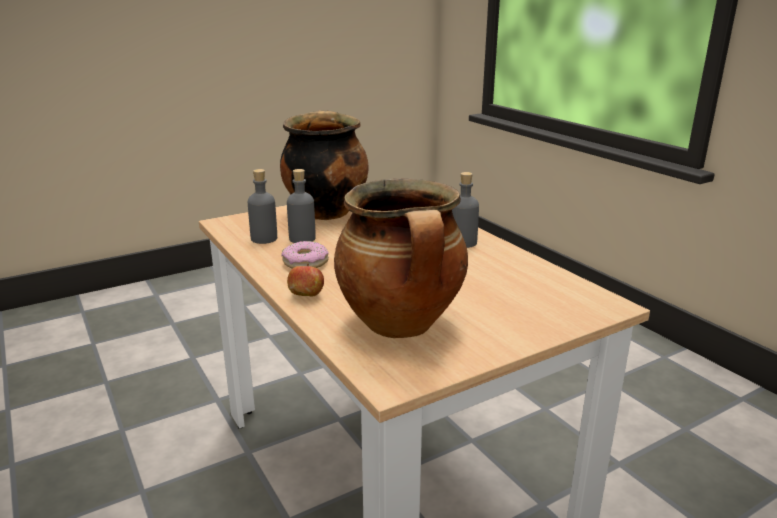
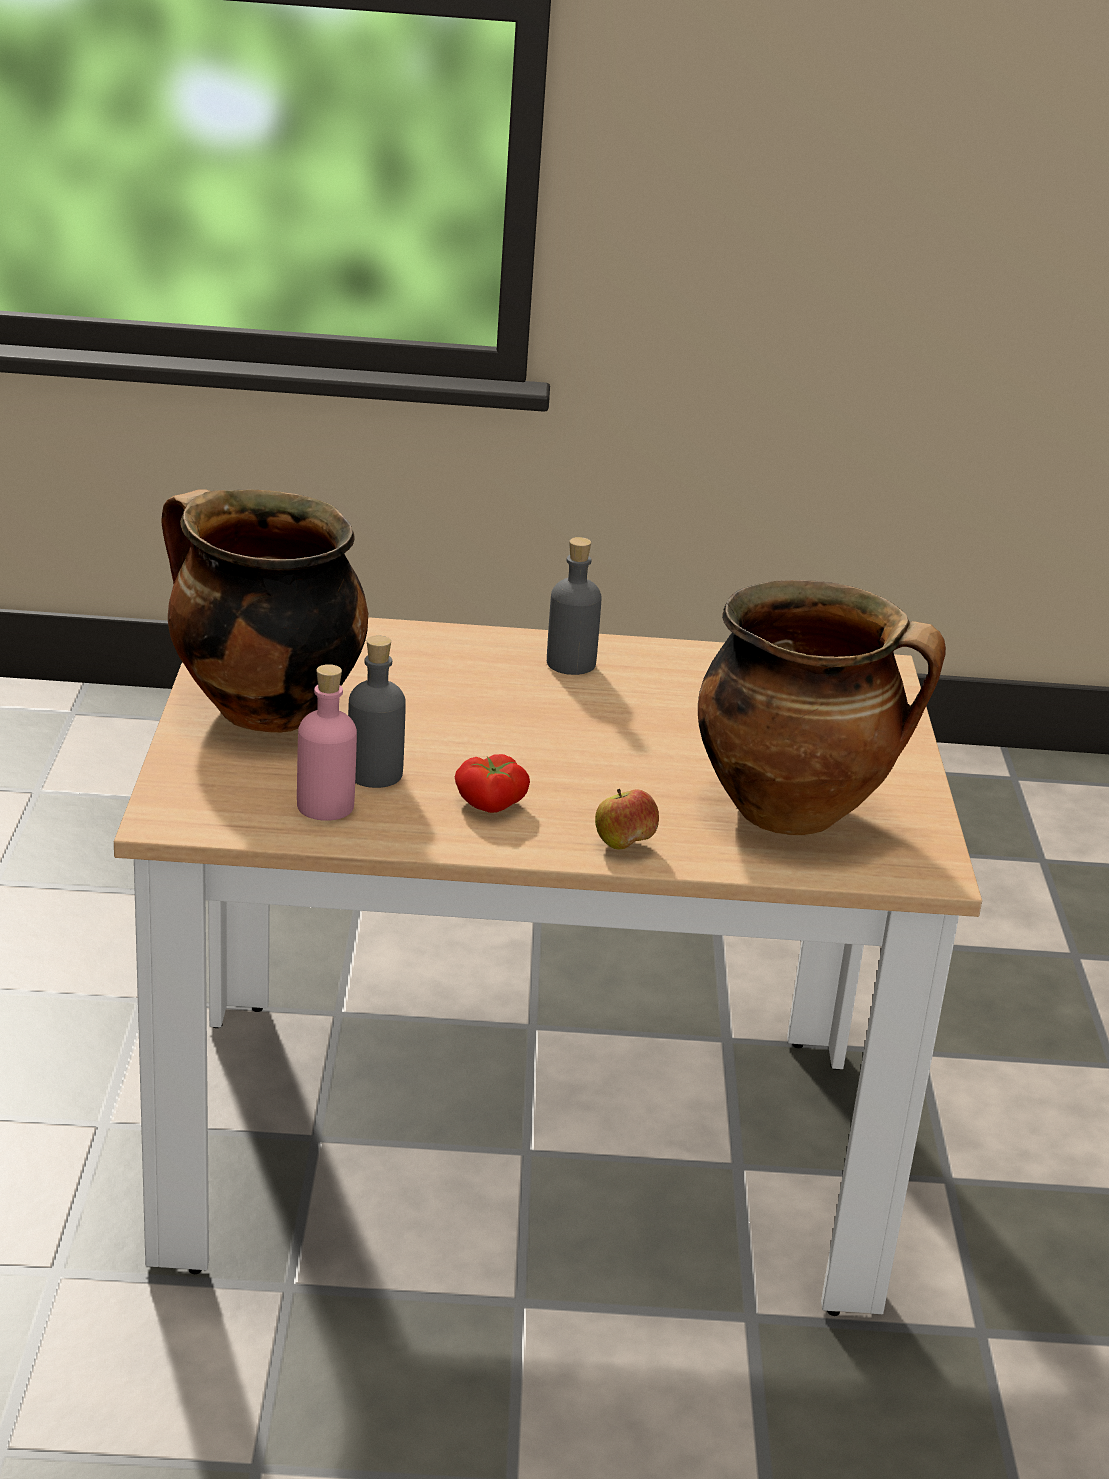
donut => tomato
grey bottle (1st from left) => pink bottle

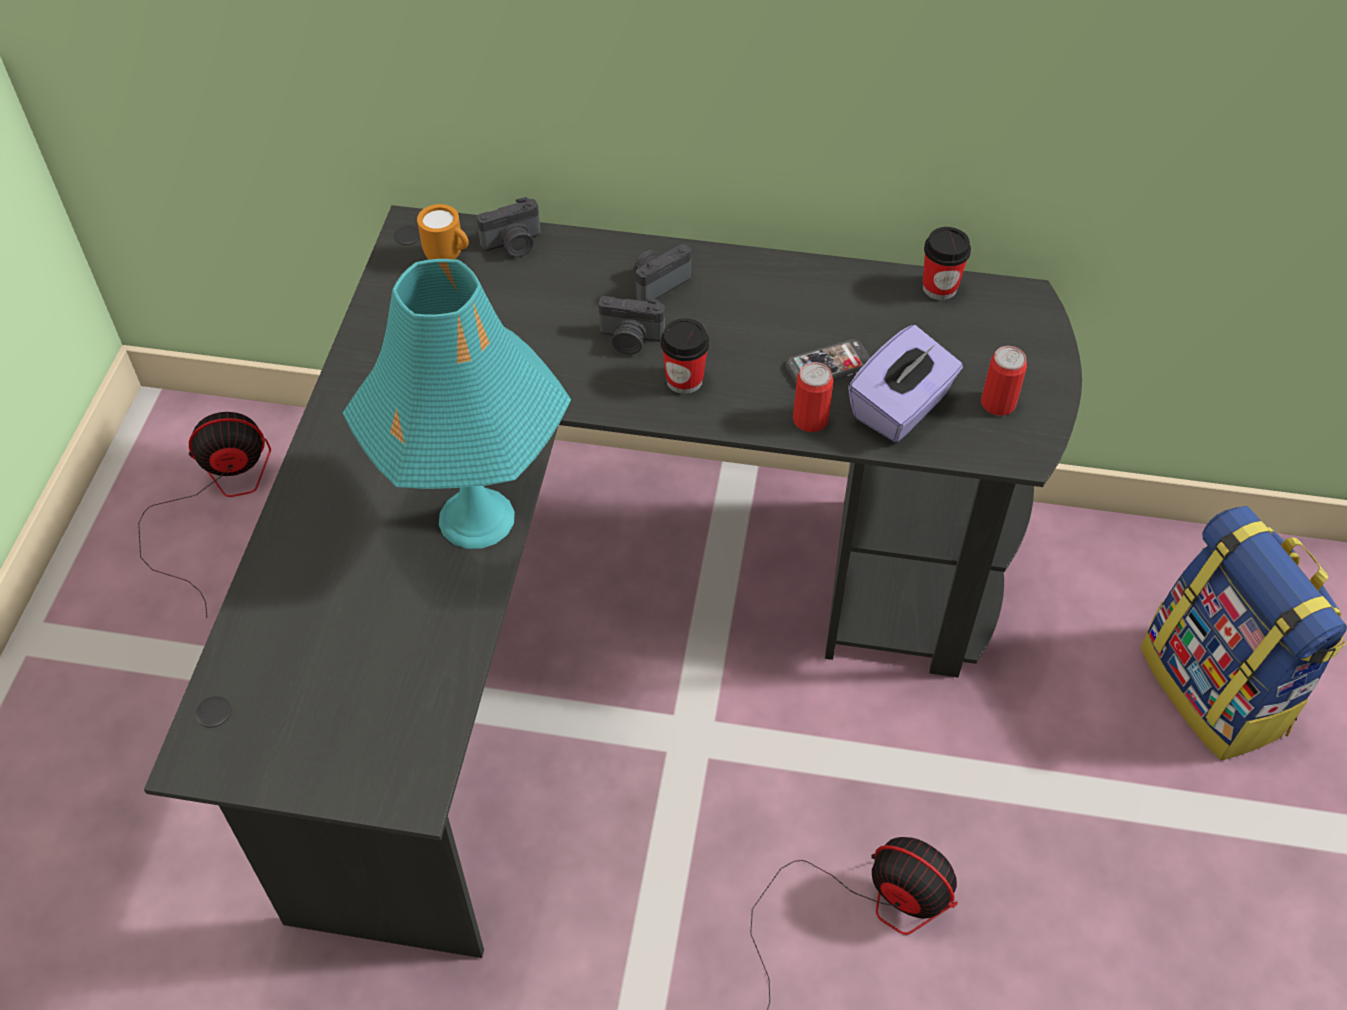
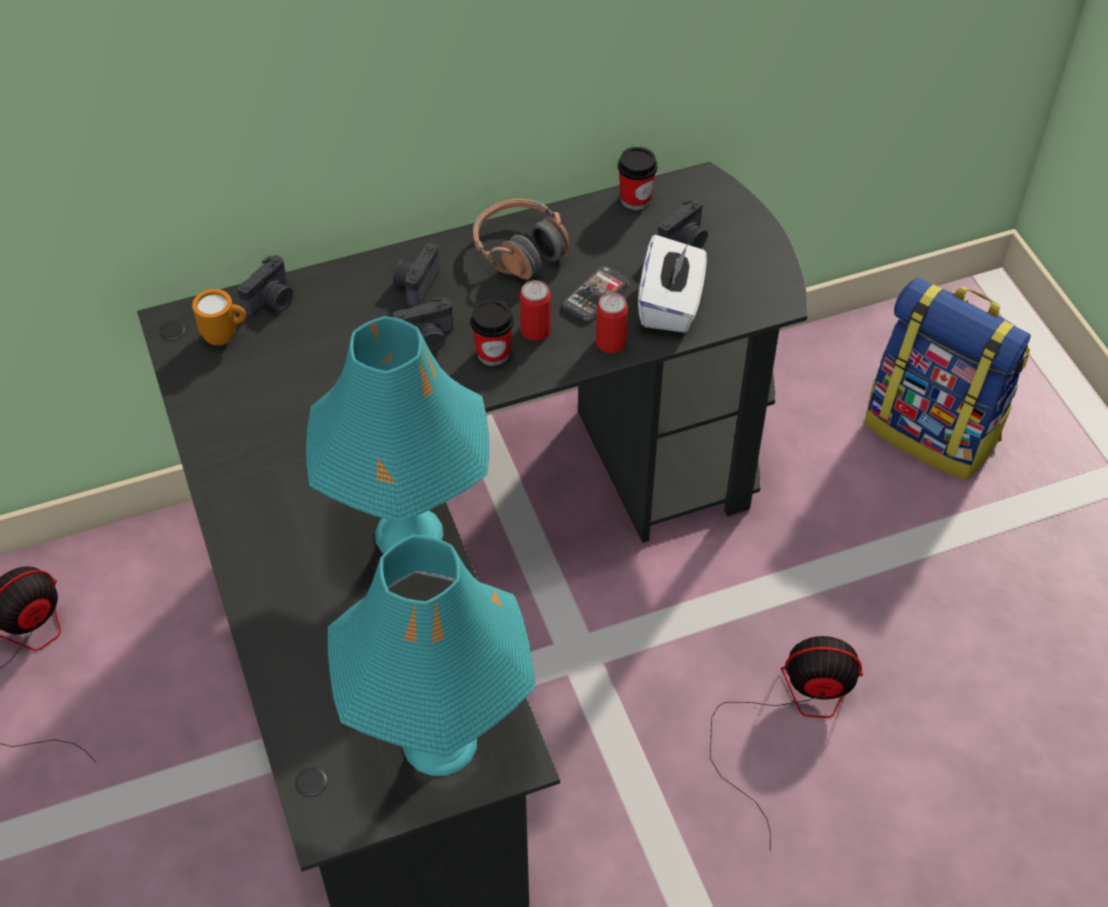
nothing => turquoise table lamp (2nd from left)
nothing => headphones
nothing => photo camera (4th from left)
can (2nd from left in the first image) => can (1st from left), moved
purple tissue box => white tissue box

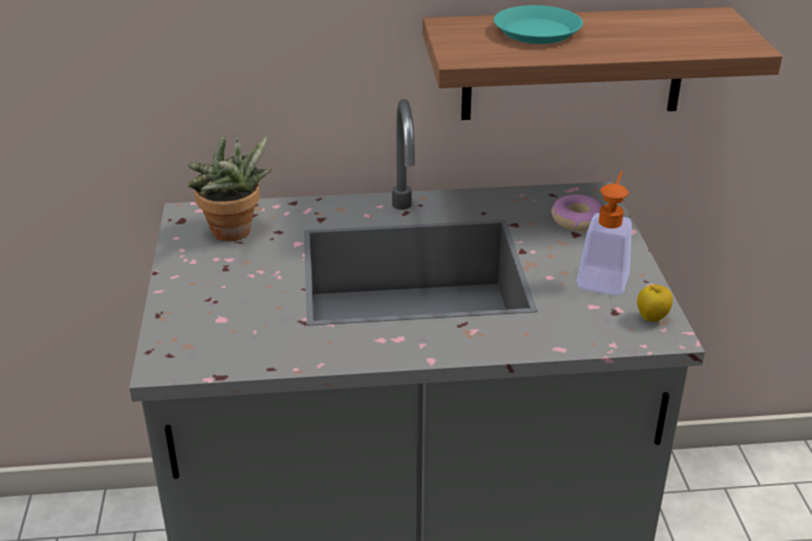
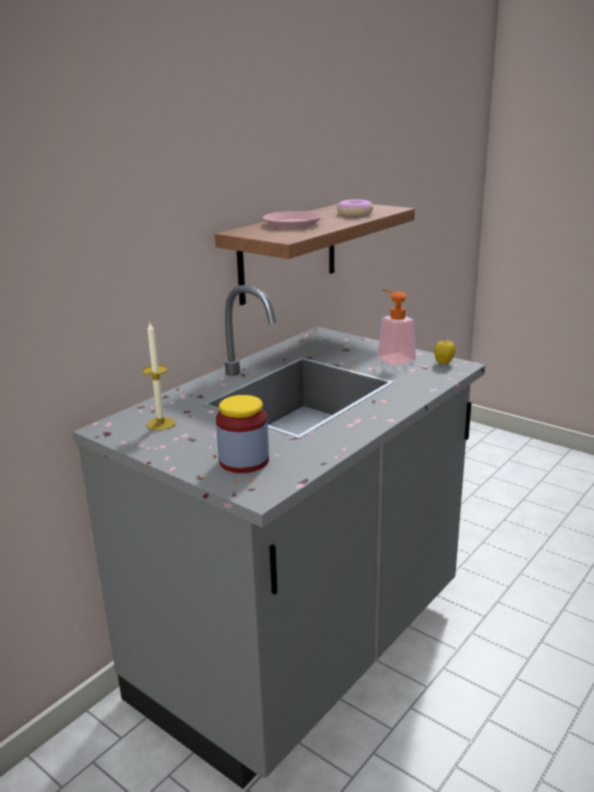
nothing => jar
donut, moved
potted plant => candle
turquoise plate => pink plate

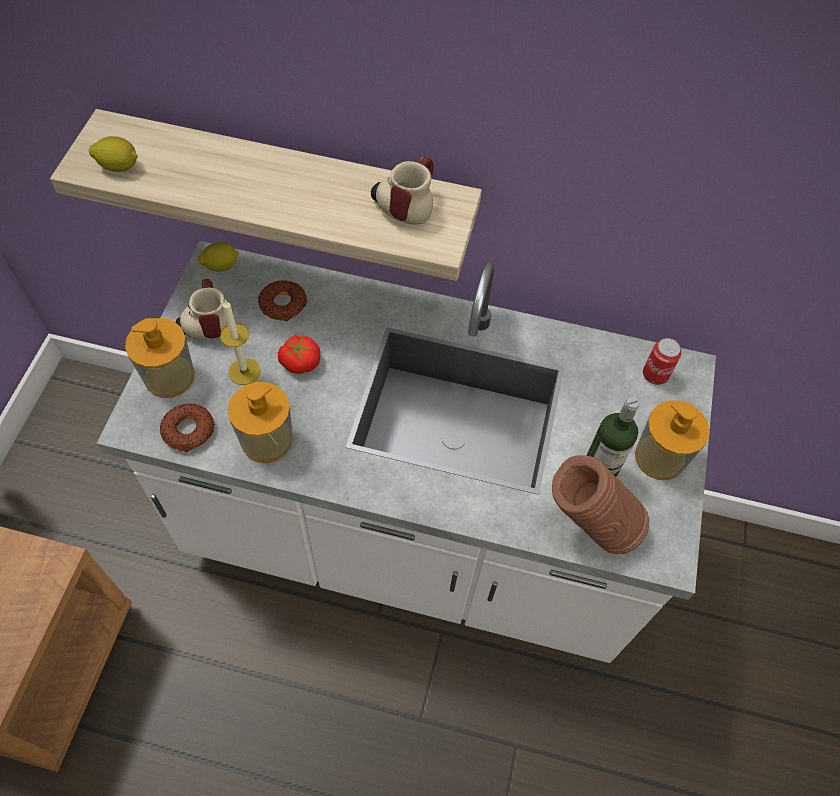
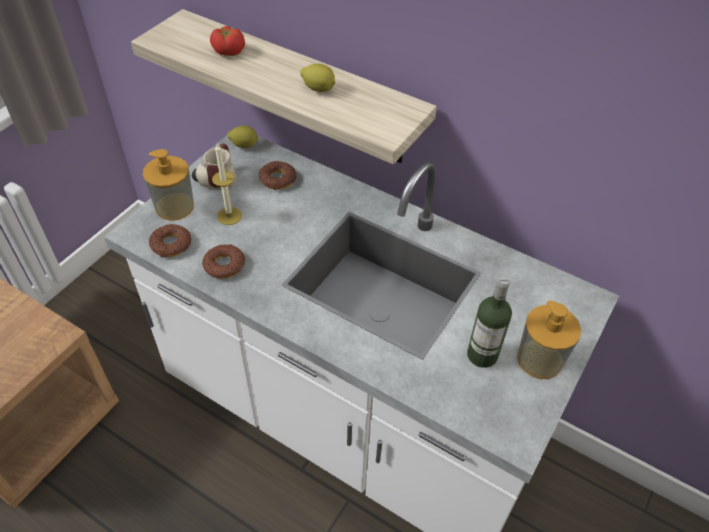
mug (2nd from left) => nothing
brown vase => nothing
can => nothing
lemon (1st from left in the first image) => lemon (2nd from left), moved
tomato, moved
soap dispenser (2nd from left) => donut (2nd from left)

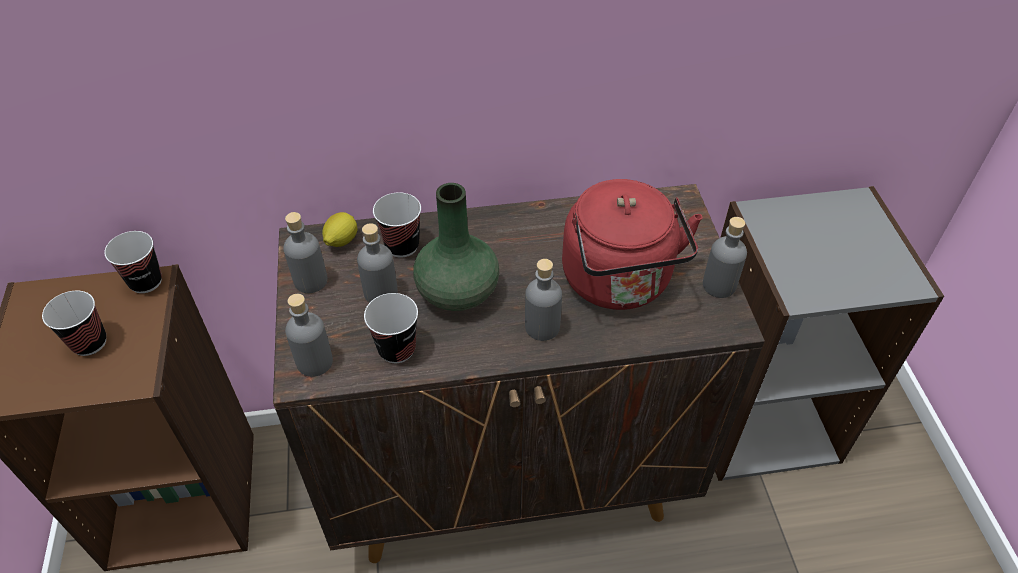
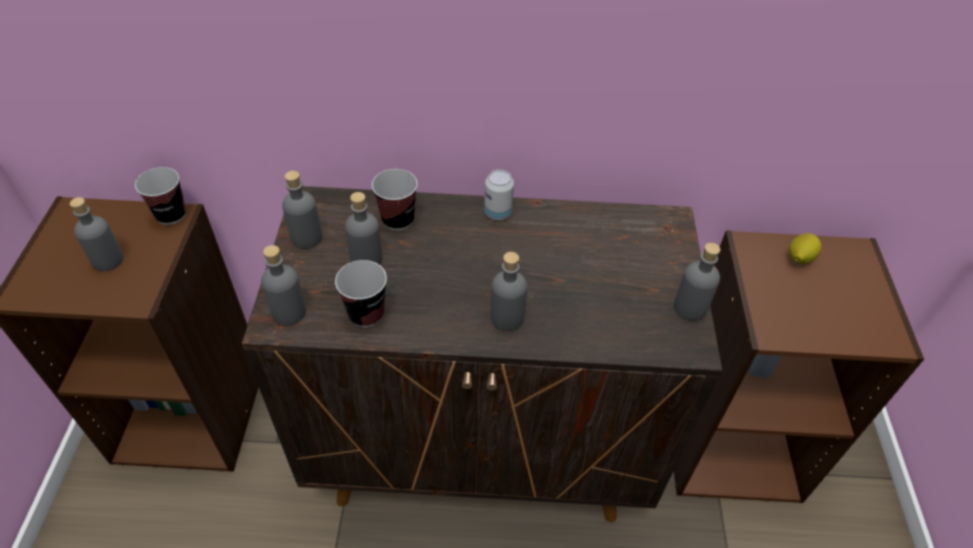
green vase => nothing
red kettle => nothing
nothing => can
lemon, moved
cup (1st from left) => grey bottle (1st from left)
grey bookcase => brown bookcase (2nd from left)

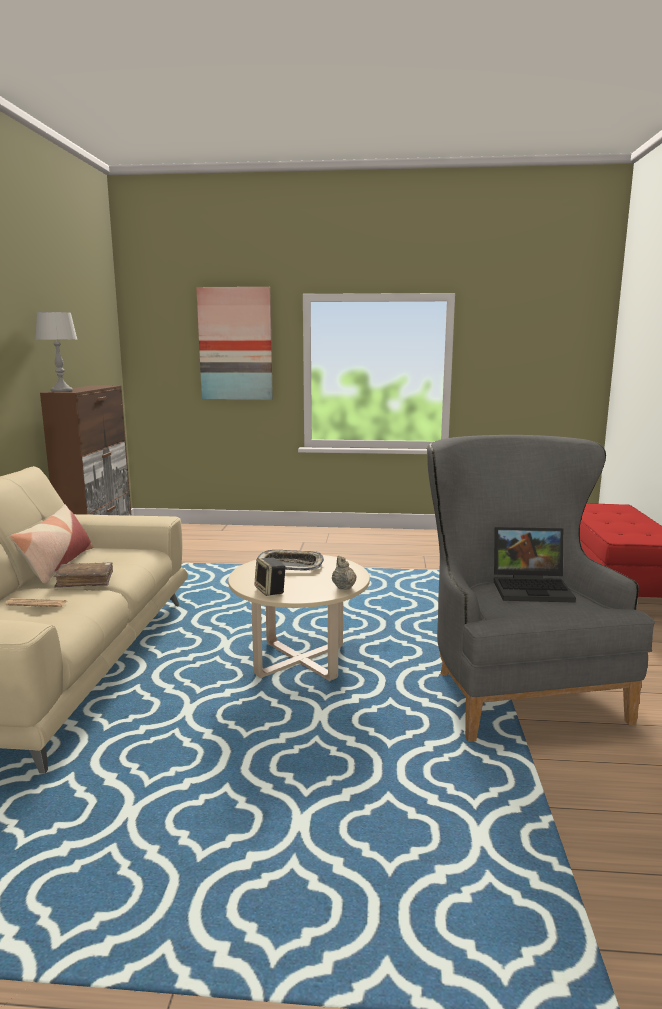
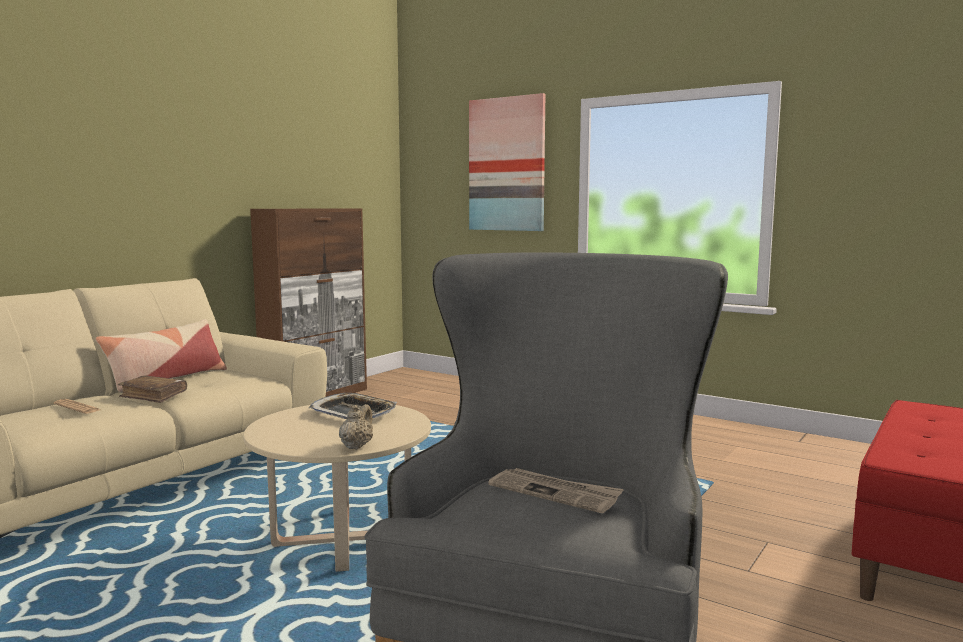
grey table lamp => nothing
speaker => nothing
laptop => newspaper (2nd from left)

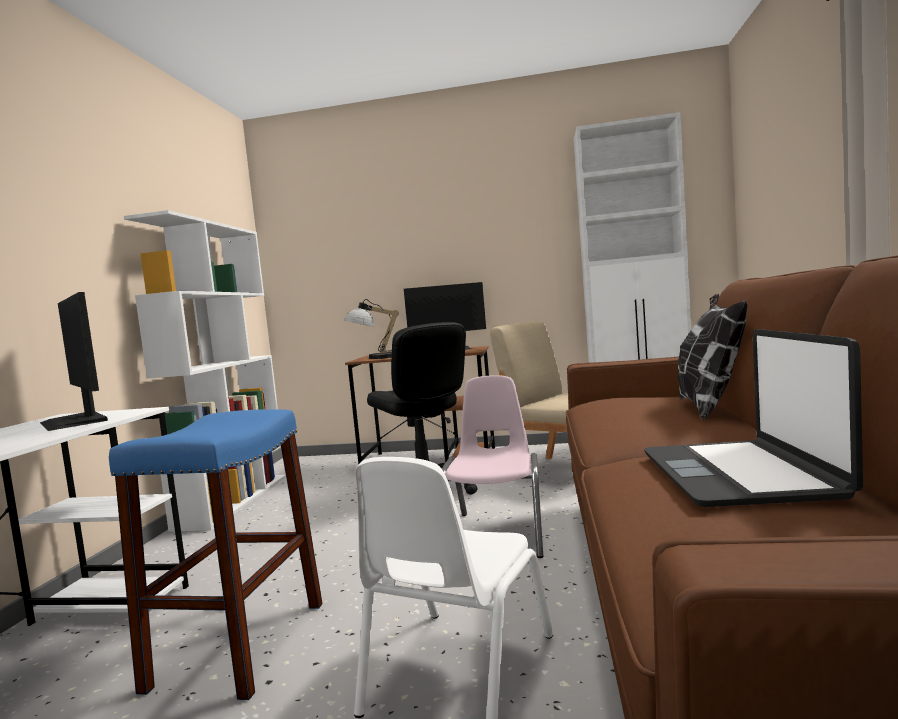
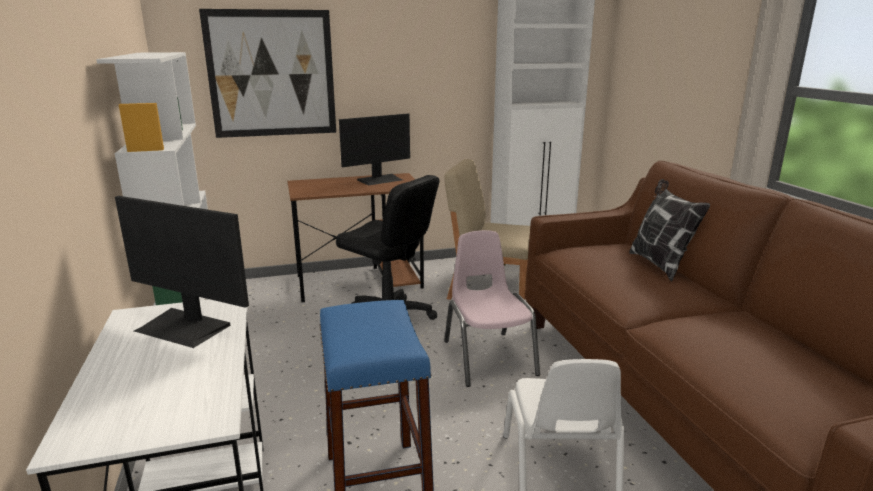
table lamp => nothing
laptop => nothing
nothing => picture

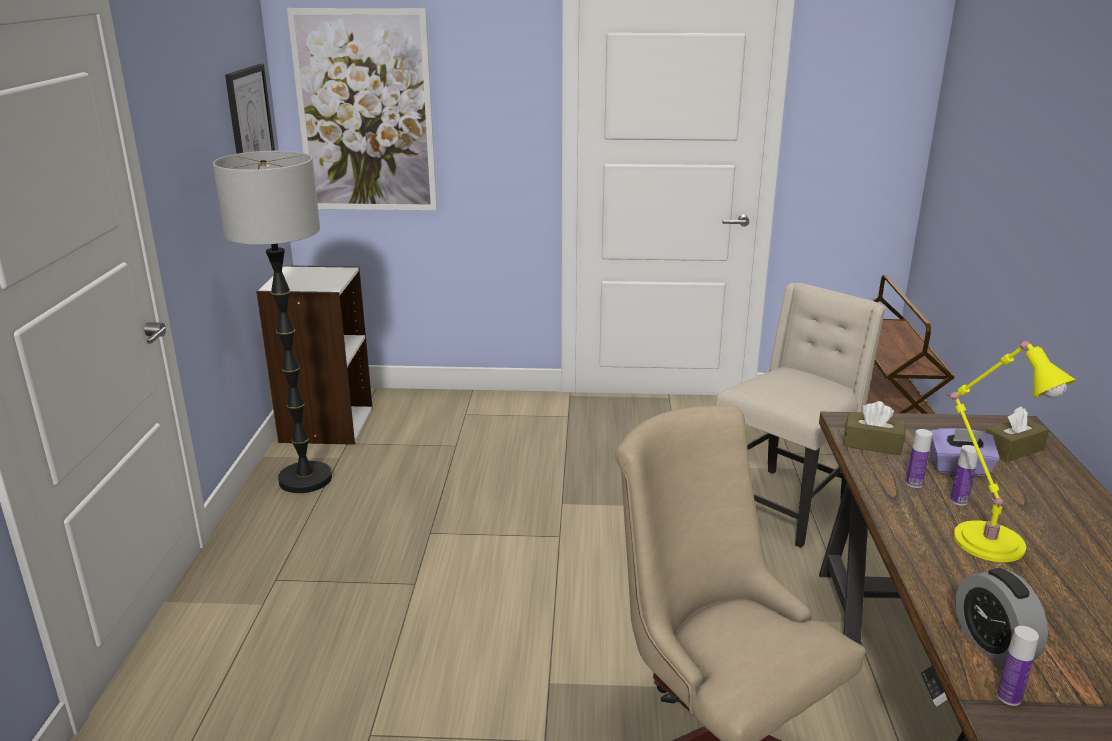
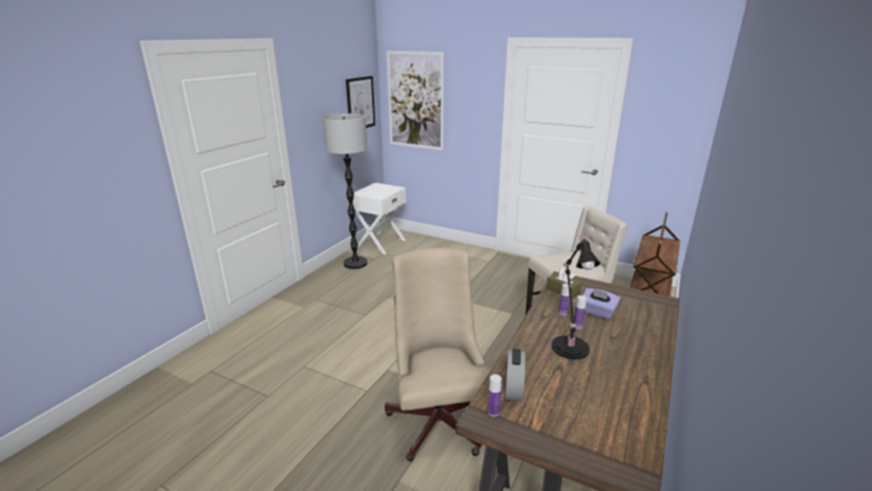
brown tissue box (2nd from left) => nothing
white bookcase => white nightstand
yellow table lamp => black table lamp

